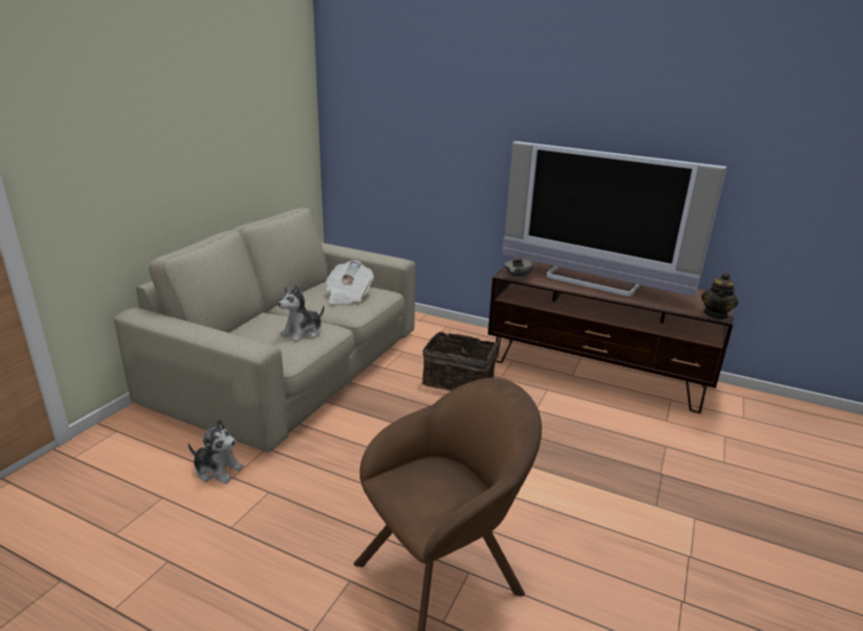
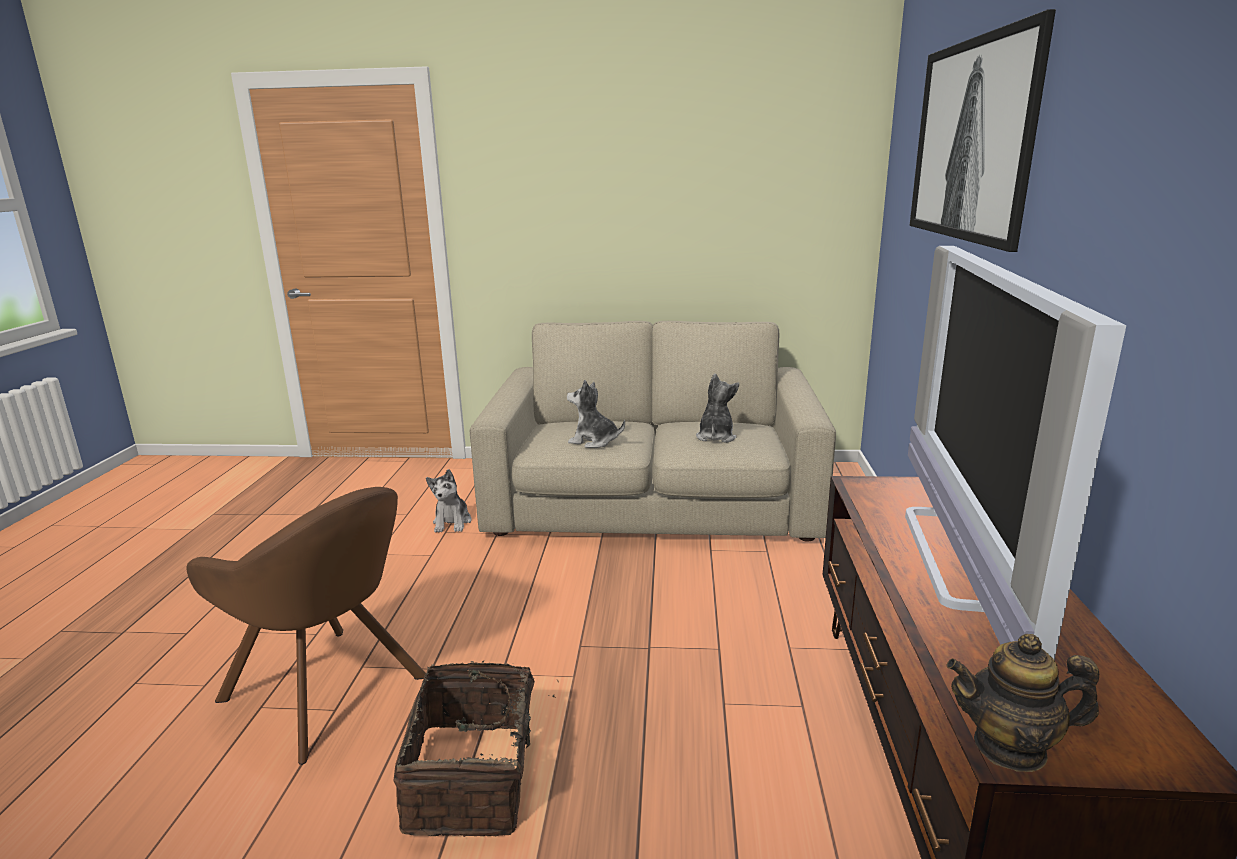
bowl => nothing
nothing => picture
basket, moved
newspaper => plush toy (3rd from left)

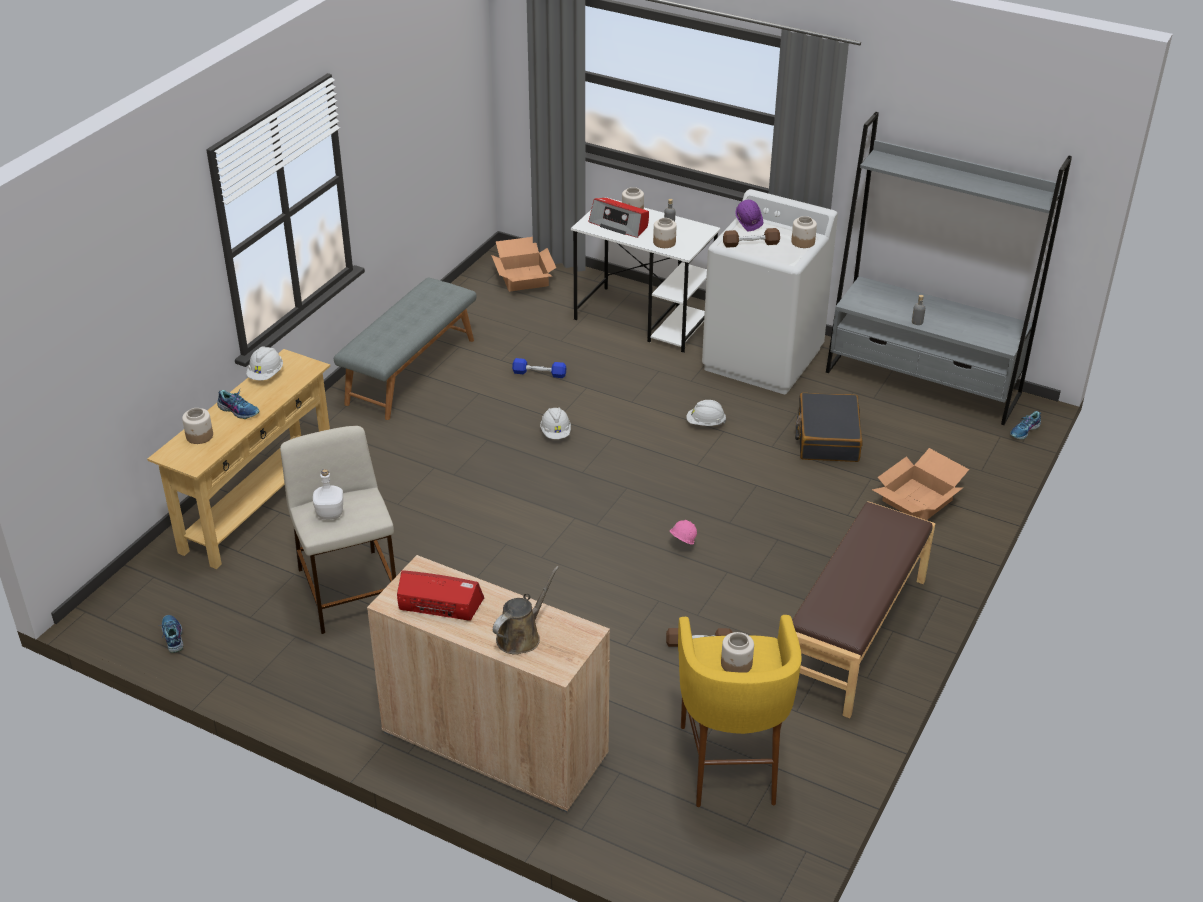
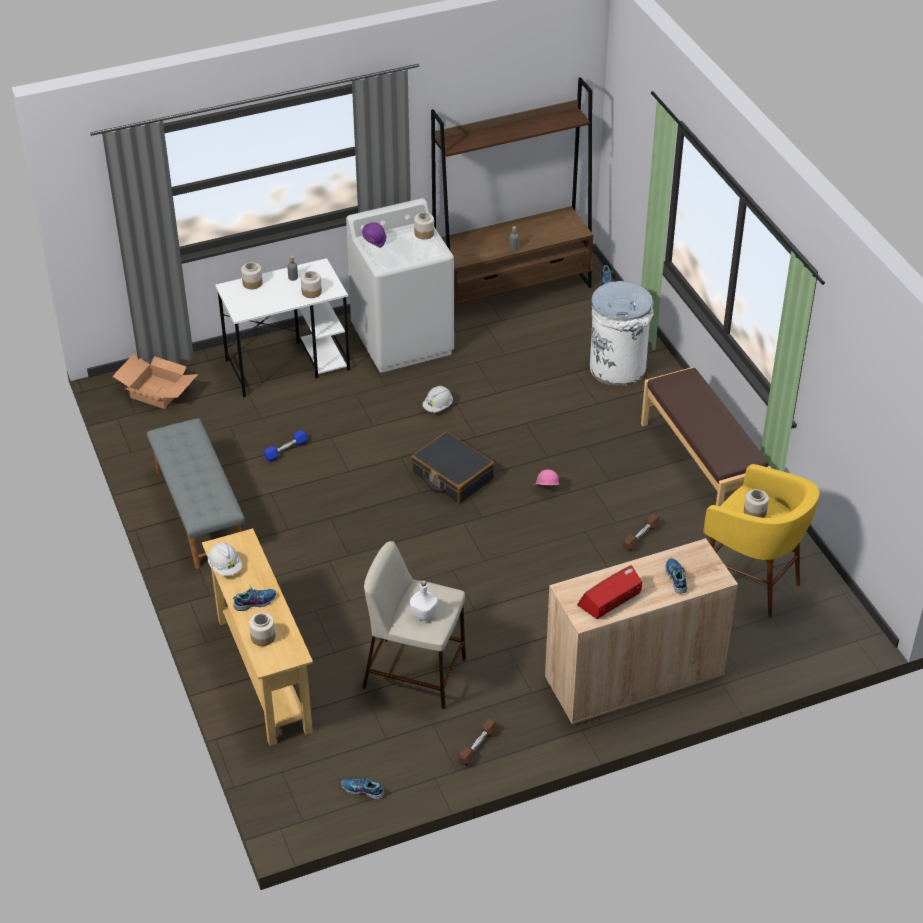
white hard hat (2nd from left) => nothing
radio (2nd from left) => nothing
brown dumbbell (2nd from left in the first image) => brown dumbbell (1st from left), moved
black suitcase, moved
brown watering can => shoe (4th from left)
cardboard box (2nd from left) => white trash can
grey bookcase => brown bookcase

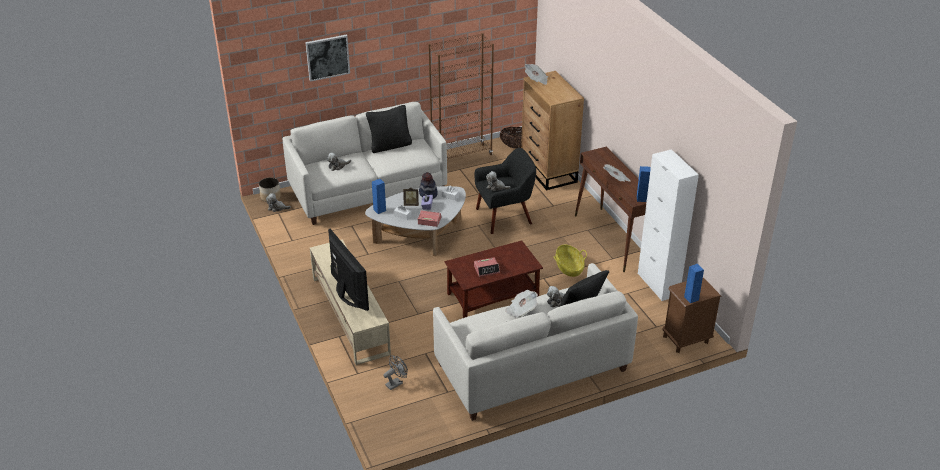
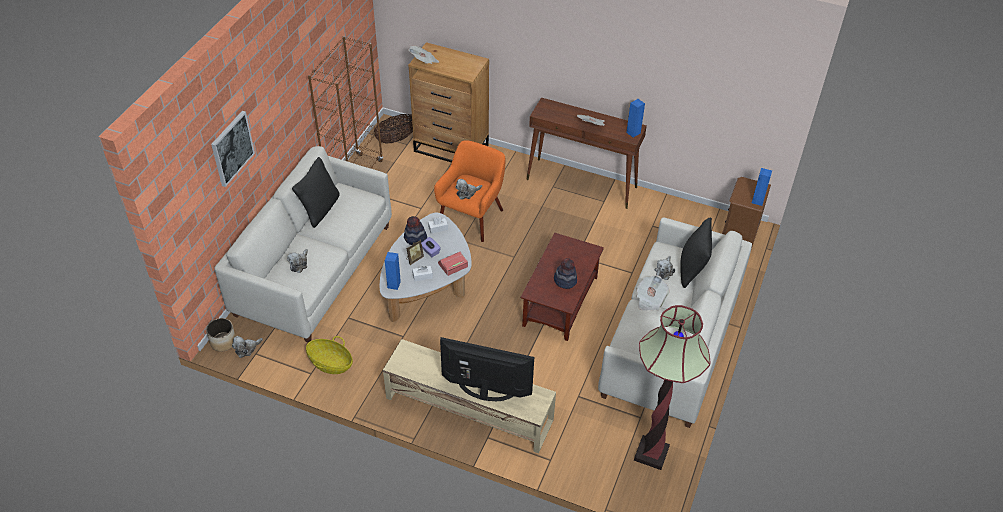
grey fan => nothing
white cabinet => nothing
nothing => floor lamp
basket (2nd from left in the first image) => basket (1st from left), moved
alarm clock (2nd from left) => hat (2nd from left)
black armchair => orange armchair

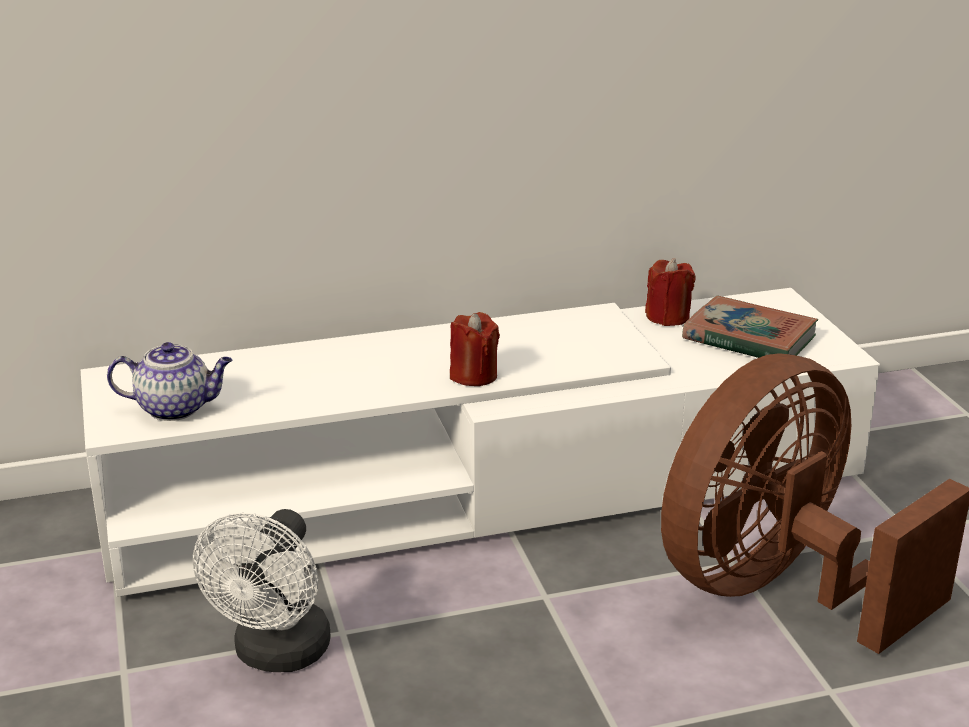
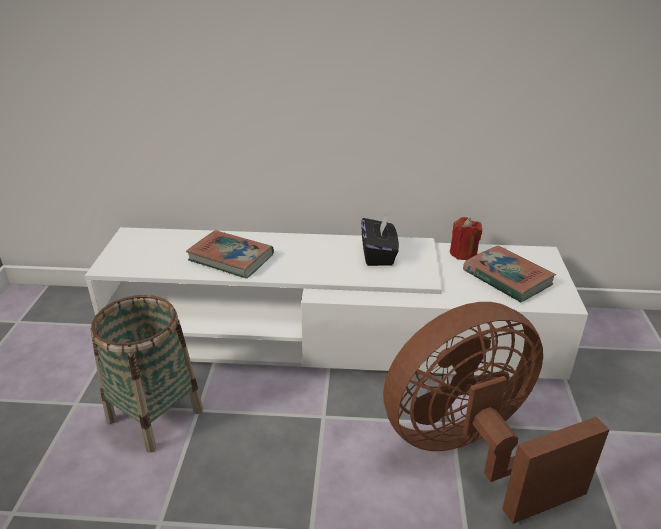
teapot => nothing
red candle (1st from left) => nothing
nothing => book (1st from left)
nothing => black tissue box
white fan => basket

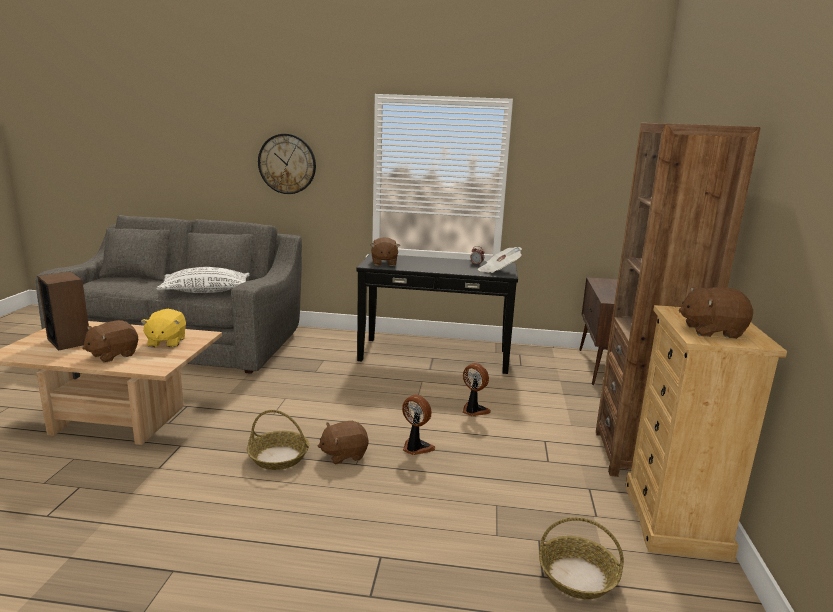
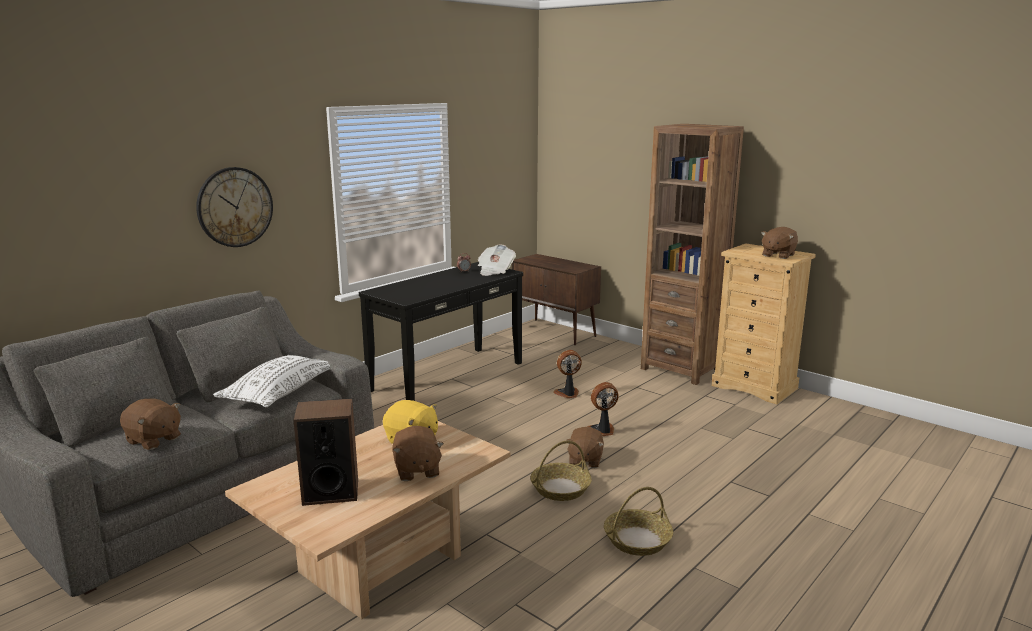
brown plush toy (3rd from left in the first image) => brown plush toy (1st from left), moved
basket (2nd from left), moved

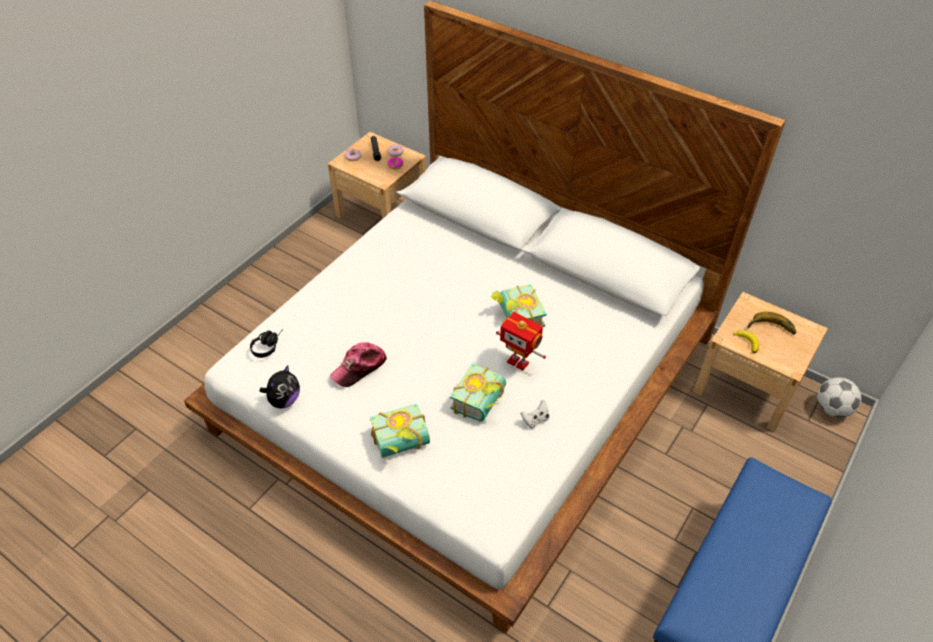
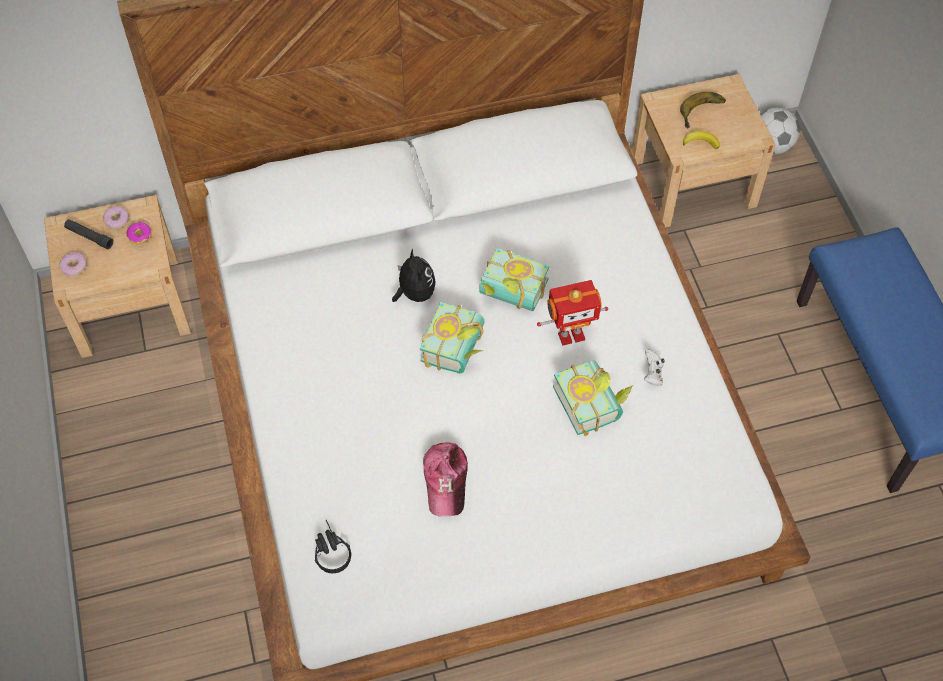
plush toy, moved
book (1st from left), moved

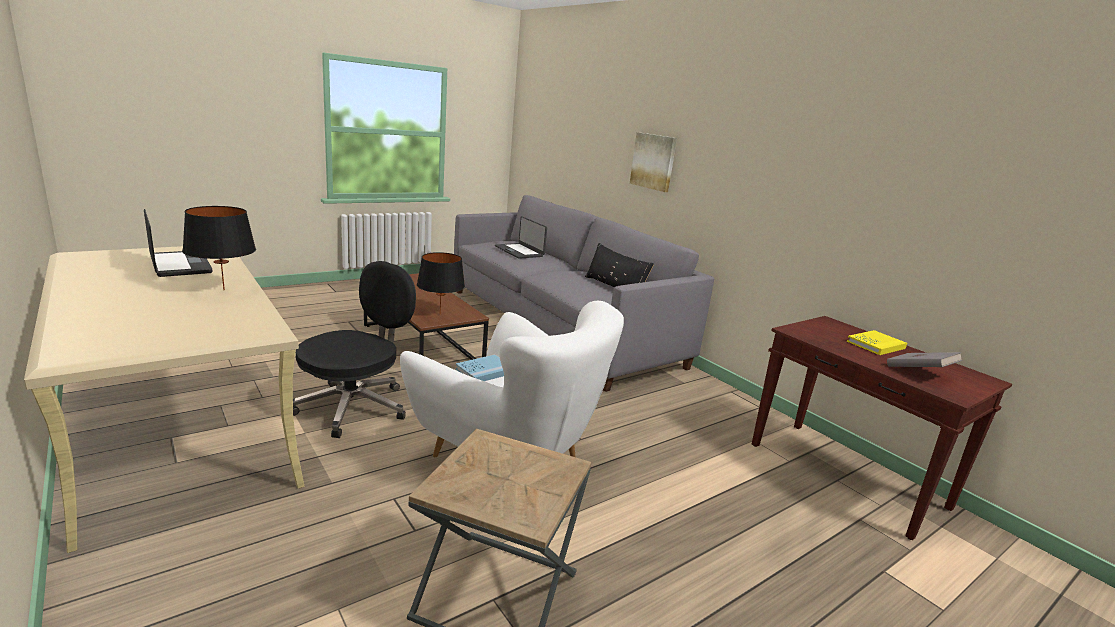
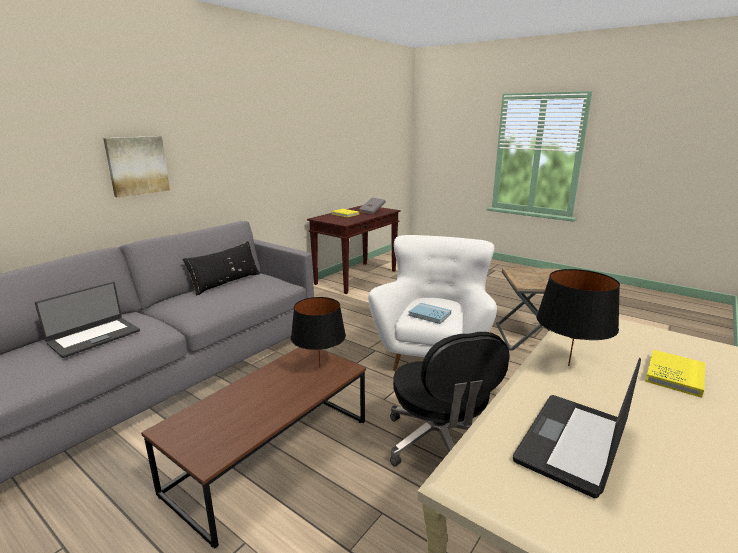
nothing => yellow book (2nd from left)
black office chair, 120 degrees counterclockwise

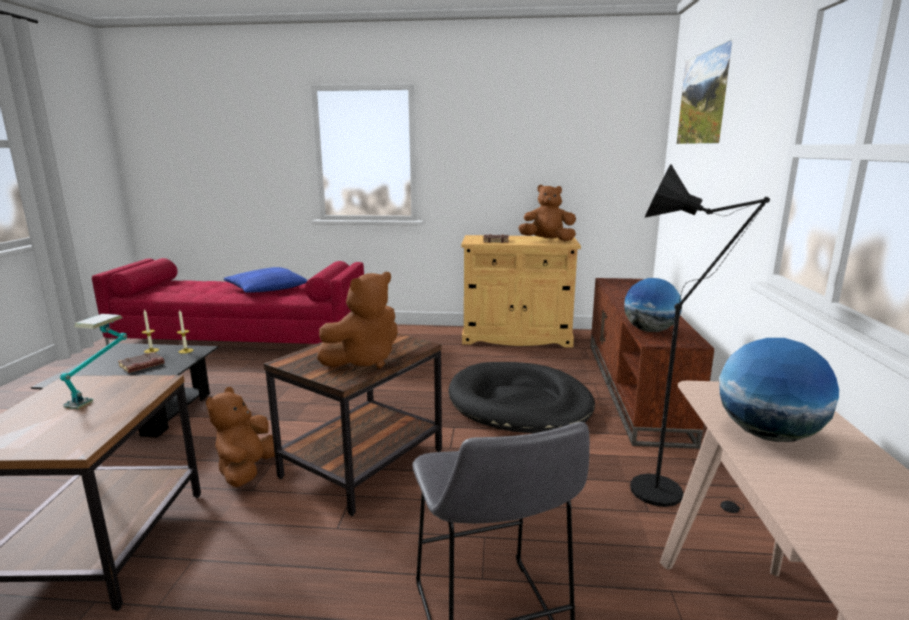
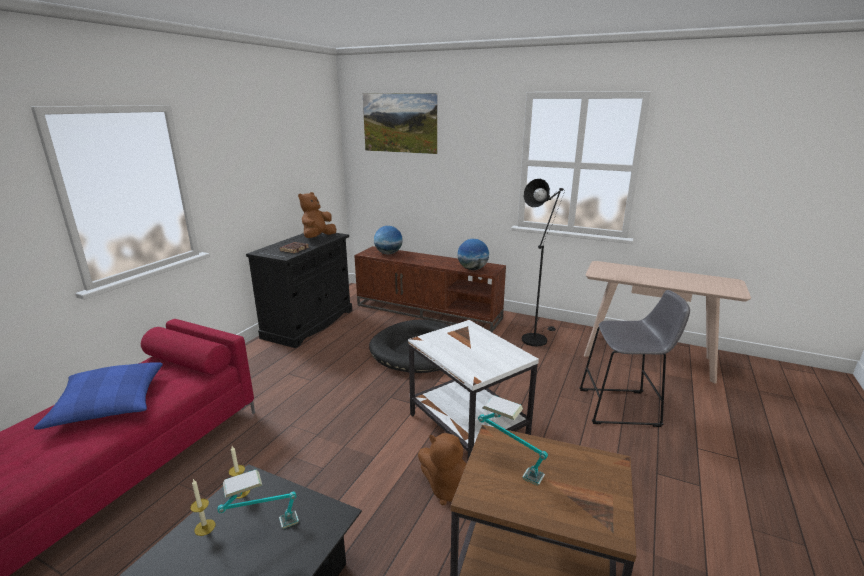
brown plush toy (2nd from left) => nothing
globe (2nd from left in the first image) => globe (1st from left), moved
brown book (1st from left) => table lamp (1st from left)
brown side table (2nd from left) => white side table
beige cabinet => black cabinet

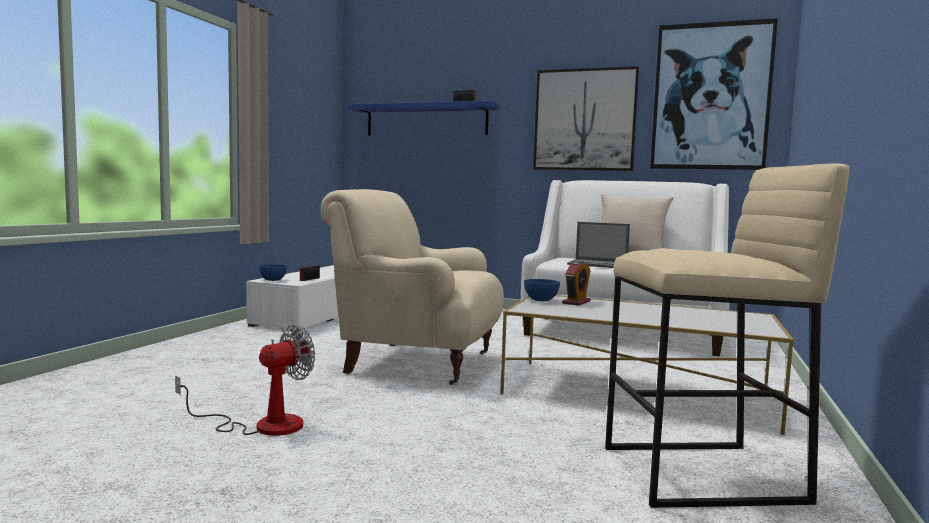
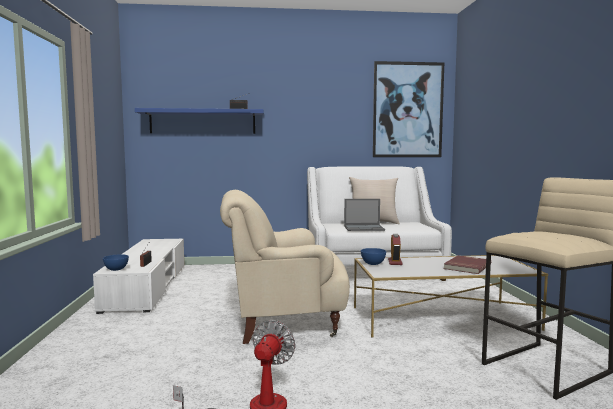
picture (1st from left) => nothing
nothing => red book

